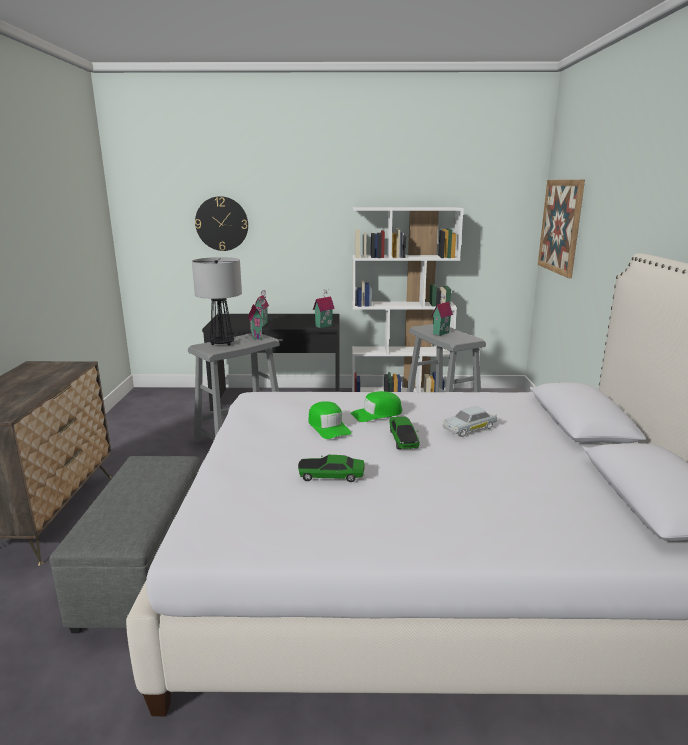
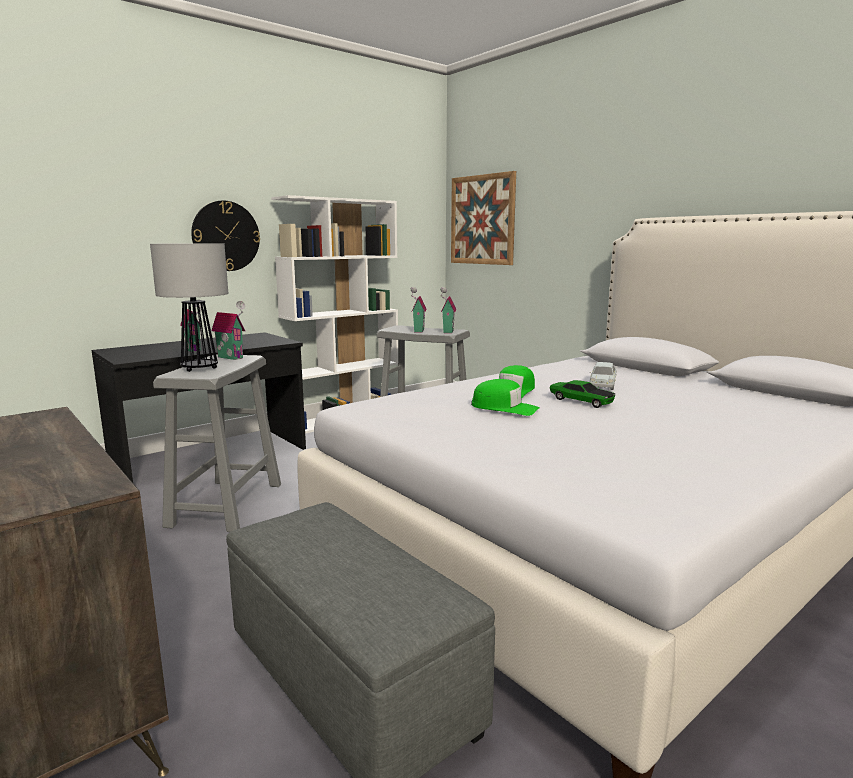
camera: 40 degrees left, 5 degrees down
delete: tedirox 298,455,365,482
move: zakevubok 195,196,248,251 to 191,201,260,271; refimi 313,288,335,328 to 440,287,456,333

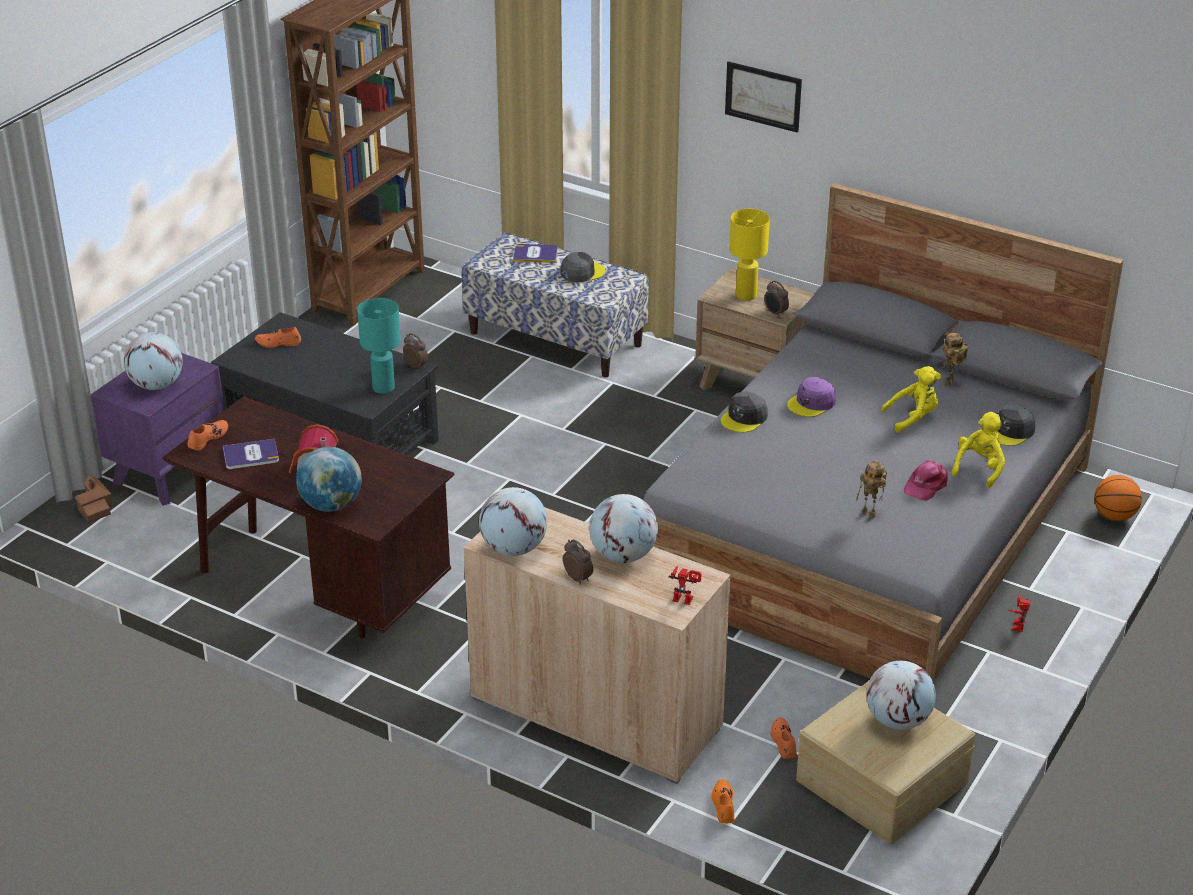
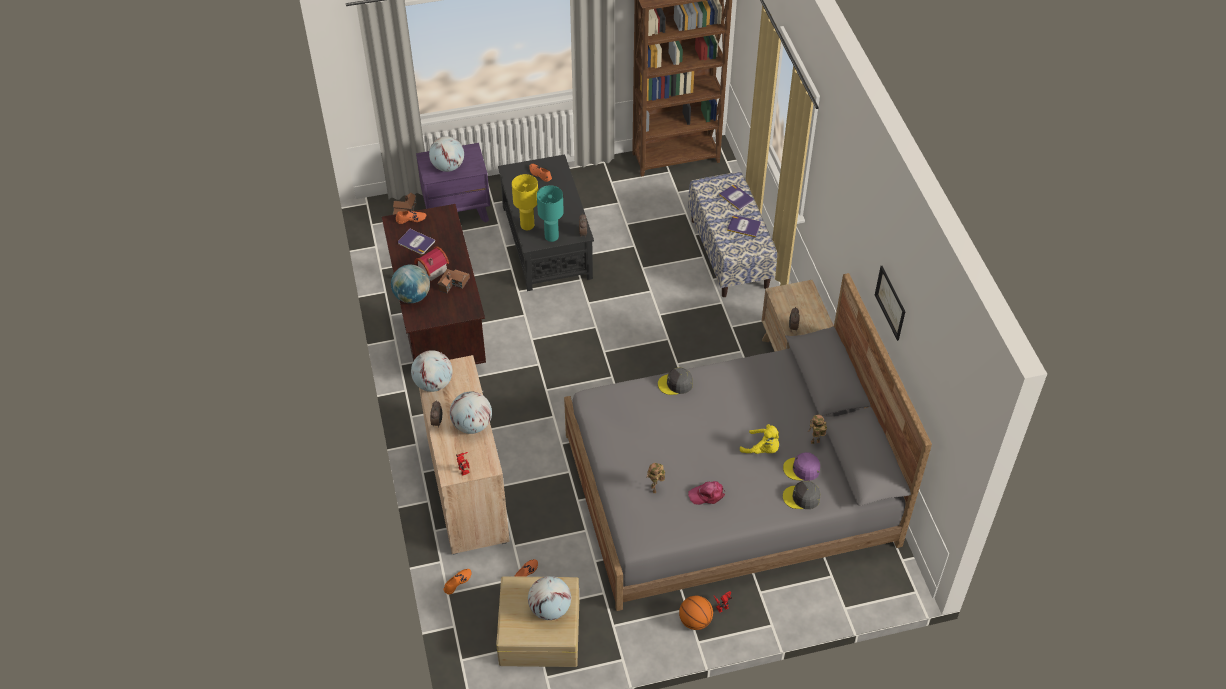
camera: 45 degrees right, 15 degrees up
delete: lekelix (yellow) 952,412,1005,488
insert: refimi 437,269,470,293
move: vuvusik 725,61,802,133 to 875,266,905,341; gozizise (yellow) 729,209,770,301 to 512,174,538,230; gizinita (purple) 787,377,836,417 to 783,452,820,481; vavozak 1094,475,1142,521 to 679,596,713,630
replace: gizinita (grey) 560,252,605,283 to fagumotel 727,215,761,237

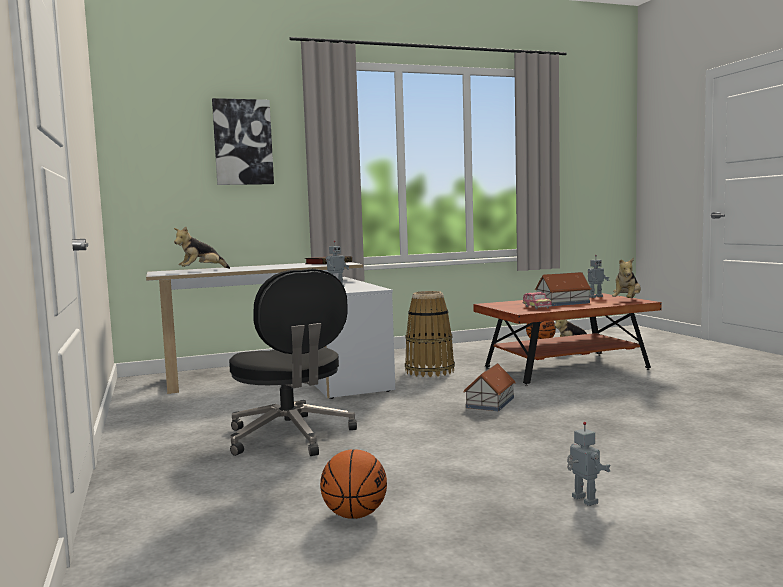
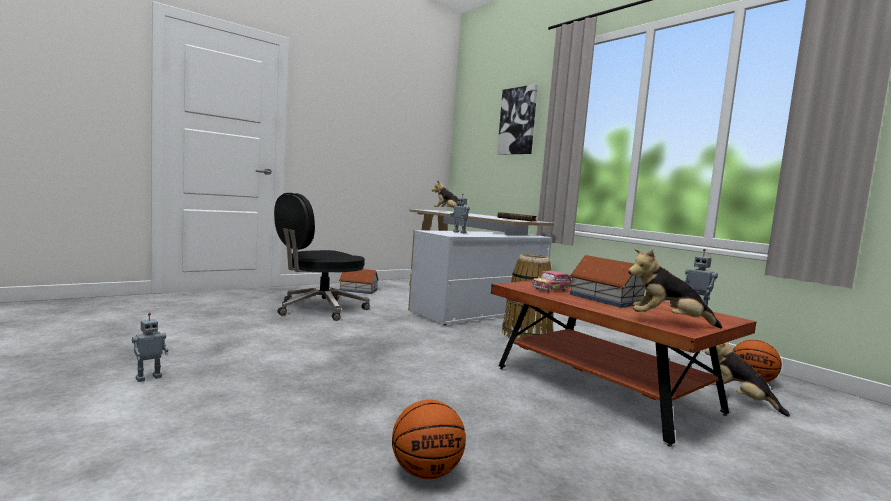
camera: 70 degrees right, 0 degrees up
move: vavozak 320,449,387,519 to 392,400,466,479; refimi 464,363,516,411 to 339,269,379,294

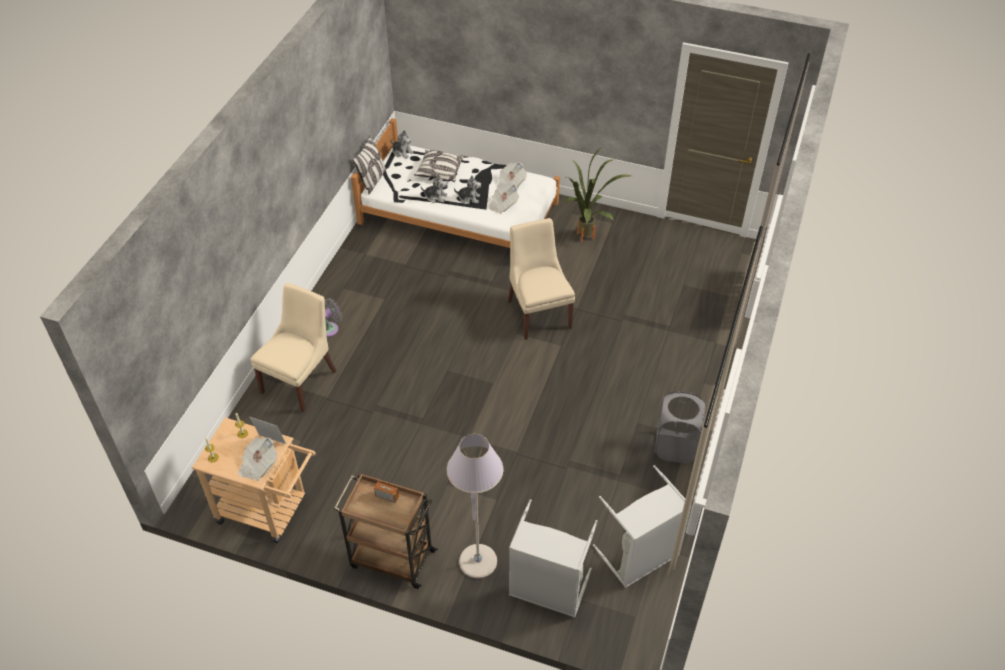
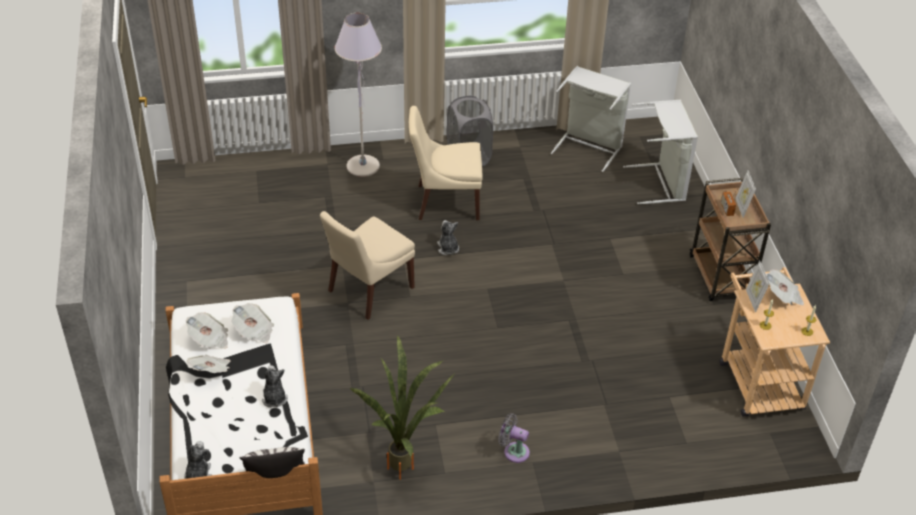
camera: 120 degrees left, 5 degrees down
delete: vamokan 414,150,464,182
insert: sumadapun 187,355,231,373; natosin 735,170,756,218
move: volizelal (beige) 251,283,337,412 to 409,106,483,220; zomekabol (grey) 447,434,503,578 to 334,13,382,177; lekelix 454,175,481,204 to 437,220,459,255; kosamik 564,148,631,242 to 350,335,456,480

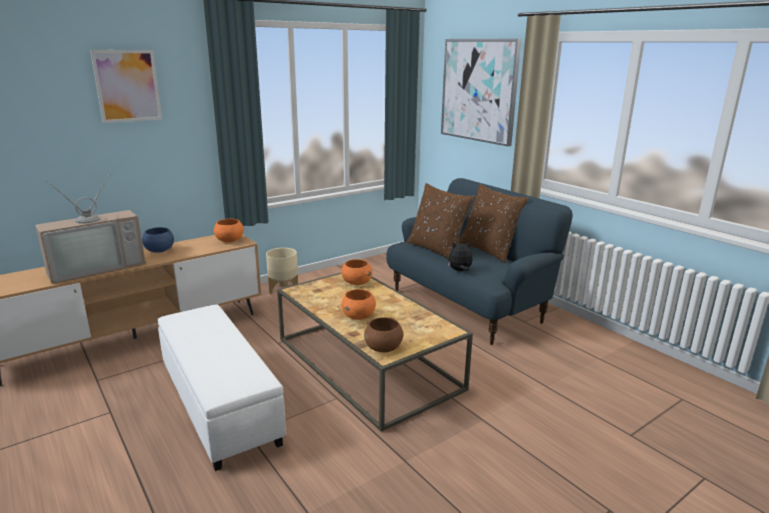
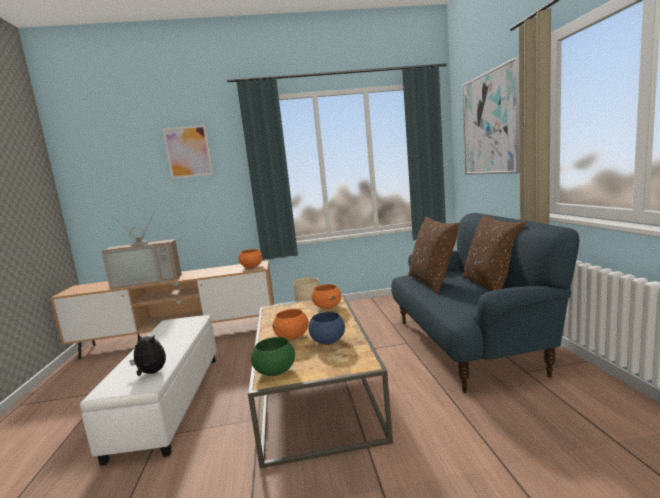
camera: 30 degrees right, 10 degrees down
move: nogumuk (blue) 142,227,174,253 to 308,312,345,344; lekelix 448,241,473,271 to 129,334,166,376
recolor: nogumuk (brown) 364,317,403,352 to nogumuk (green) 251,337,295,376

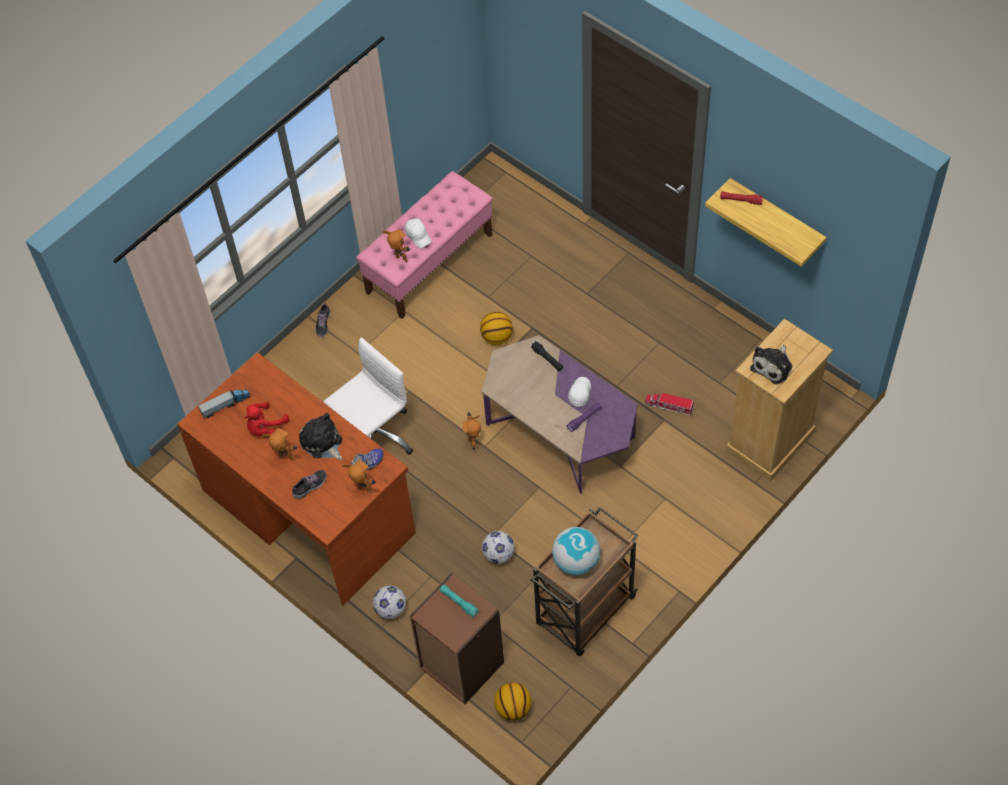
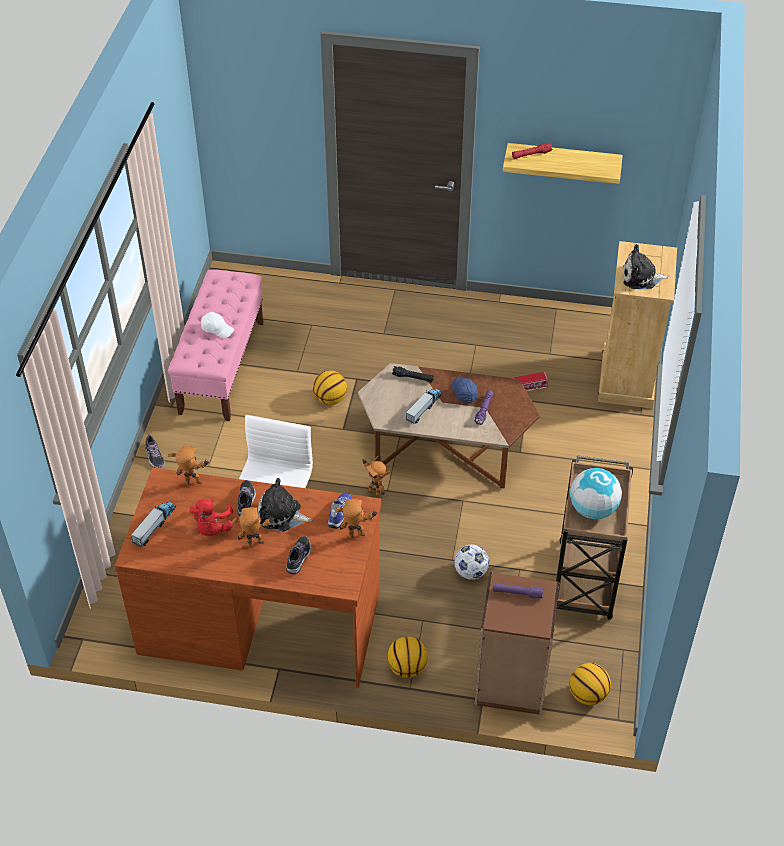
camera: 35 degrees left, 10 degrees down
insert: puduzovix 238,480,256,516; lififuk 406,389,442,424
move: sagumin 383,229,411,263 to 168,446,209,485
replace: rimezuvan 373,586,406,619 to vavozak 388,637,427,677
recolor: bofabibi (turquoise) 439,585,479,617 to bofabibi (purple) 493,583,544,599; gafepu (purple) 482,335,638,494 to gafepu (brown) 358,363,540,489; gizinita (white) 568,377,591,407 to gizinita (blue) 452,377,478,403
rotate: lekelix 750,345,792,384 = 623,244,669,289 90 degrees clockwise

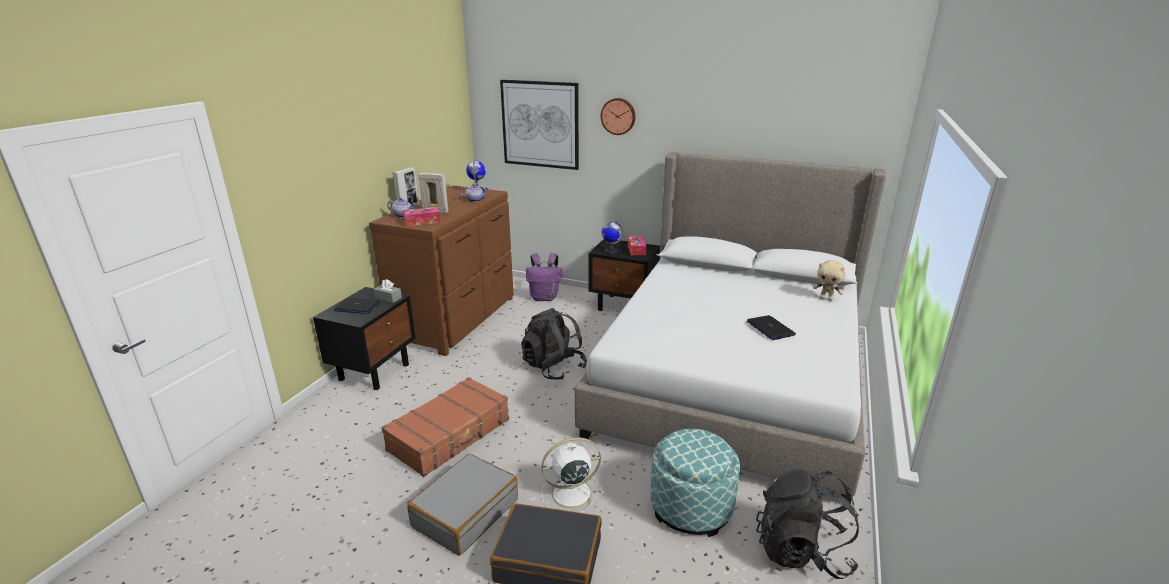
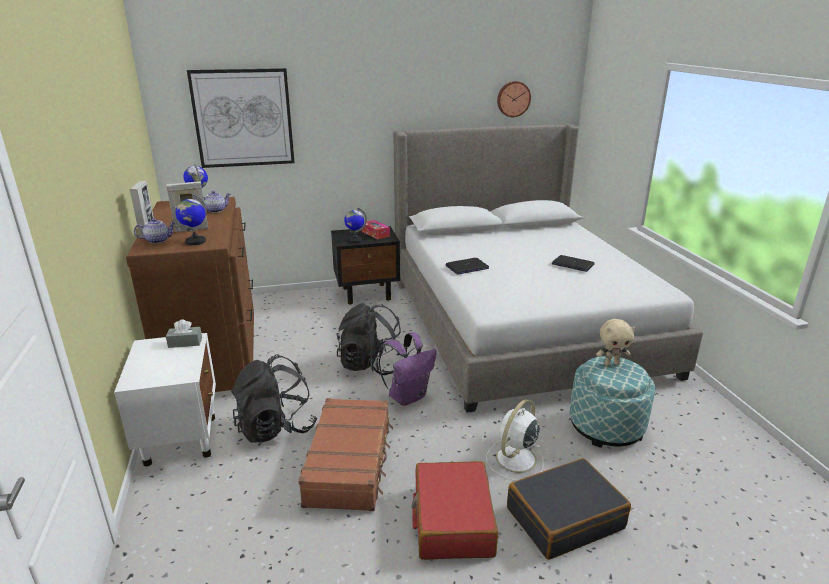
camera: 35 degrees left, 0 degrees up
move: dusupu 334,297,381,314 to 446,258,489,275; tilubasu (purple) 526,253,563,301 to 379,332,437,406; zakevubok 601,98,635,135 to 497,81,531,117; tilubasu (black) 756,469,859,579 to 231,354,318,443; lekelix (beige) 813,260,846,301 to 596,319,635,365
replace: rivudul 403,207,440,226 to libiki 175,195,207,245
recolor: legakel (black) 313,287,416,390 to legakel (white) 114,333,216,467; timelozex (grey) 407,454,518,556 to timelozex (red) 412,461,498,560

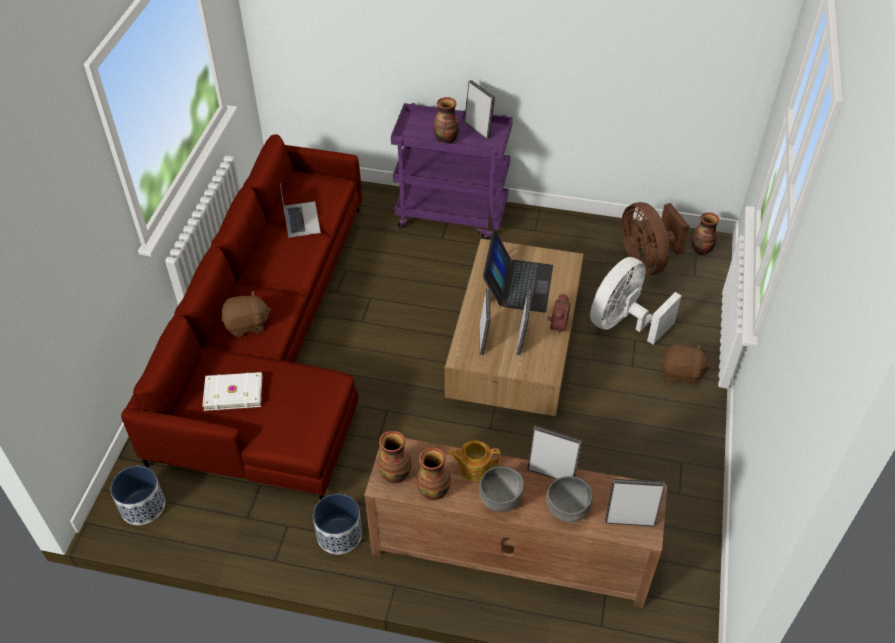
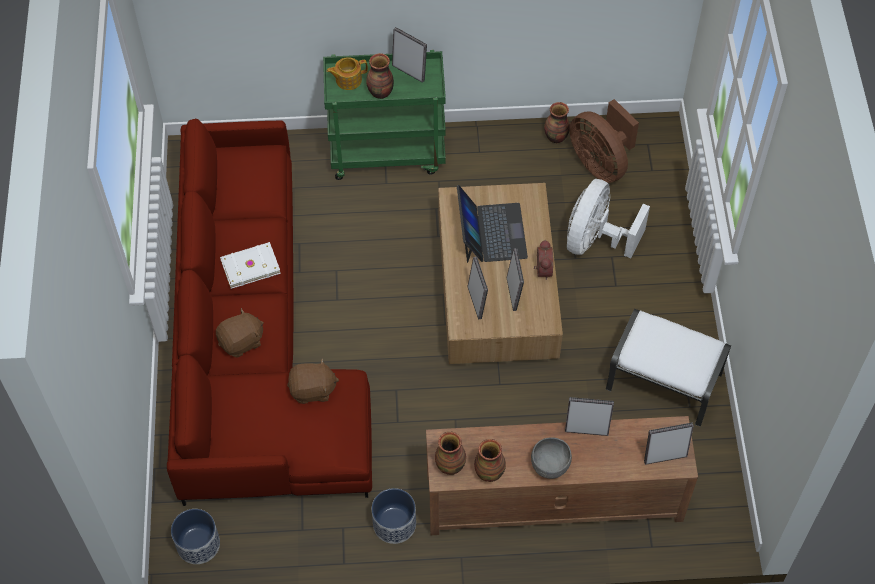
camera: 15 degrees left, 10 degrees up
delete: dusupu 280,184,321,238; nogumuk (grey) 546,476,593,522
insert: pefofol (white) 606,309,731,427
move: fagumotel (white) 202,372,262,411 to 220,242,281,289; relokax 448,440,500,481 to 327,57,368,90; lekelix (brown) 661,345,711,385 to 287,358,339,404; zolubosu 691,212,719,255 to 544,102,570,143
recolor: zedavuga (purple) 391,103,513,239 to zedavuga (green) 323,50,446,180

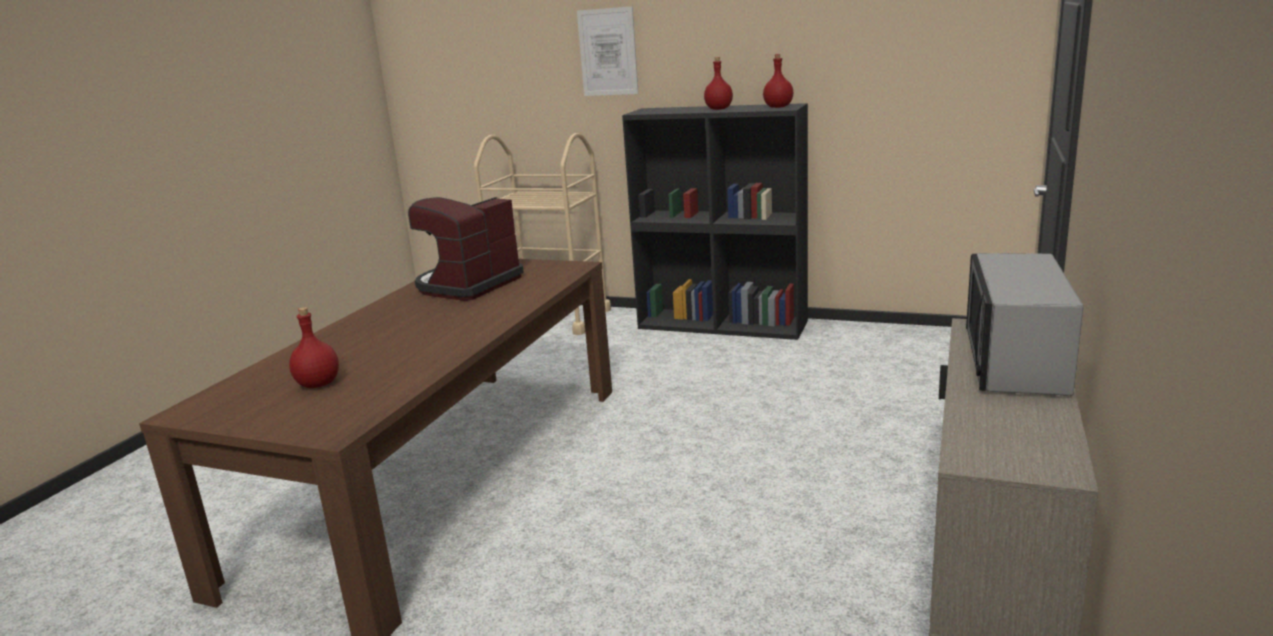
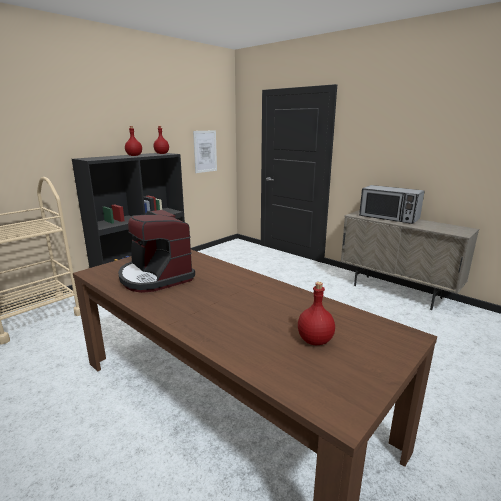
camera: 70 degrees left, 0 degrees up
move: vuvusik 577,6,639,96 to 193,130,217,173

